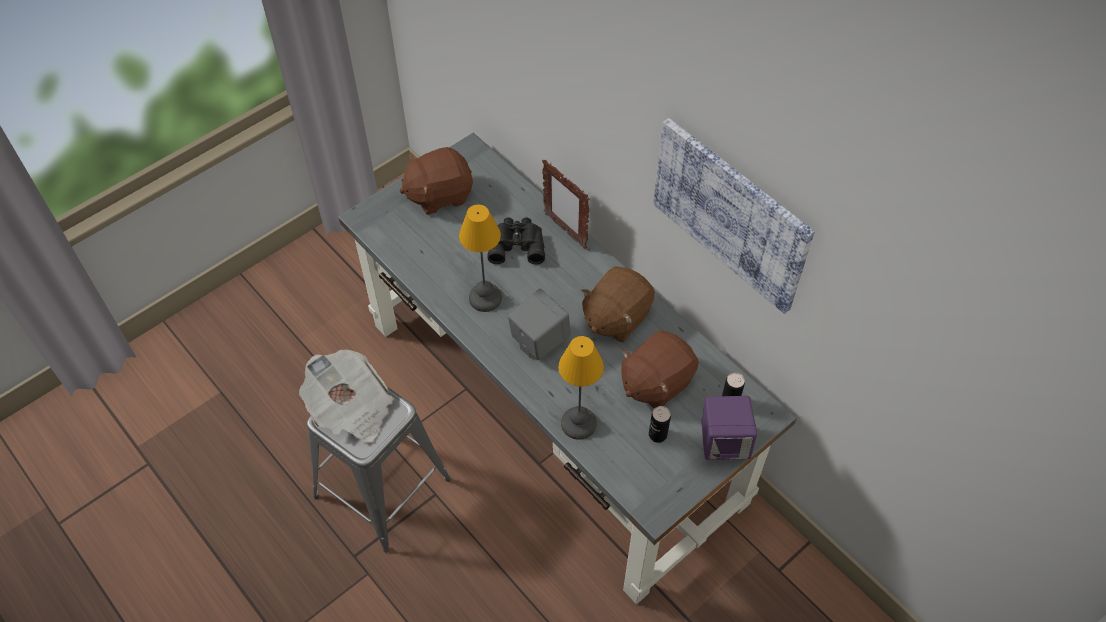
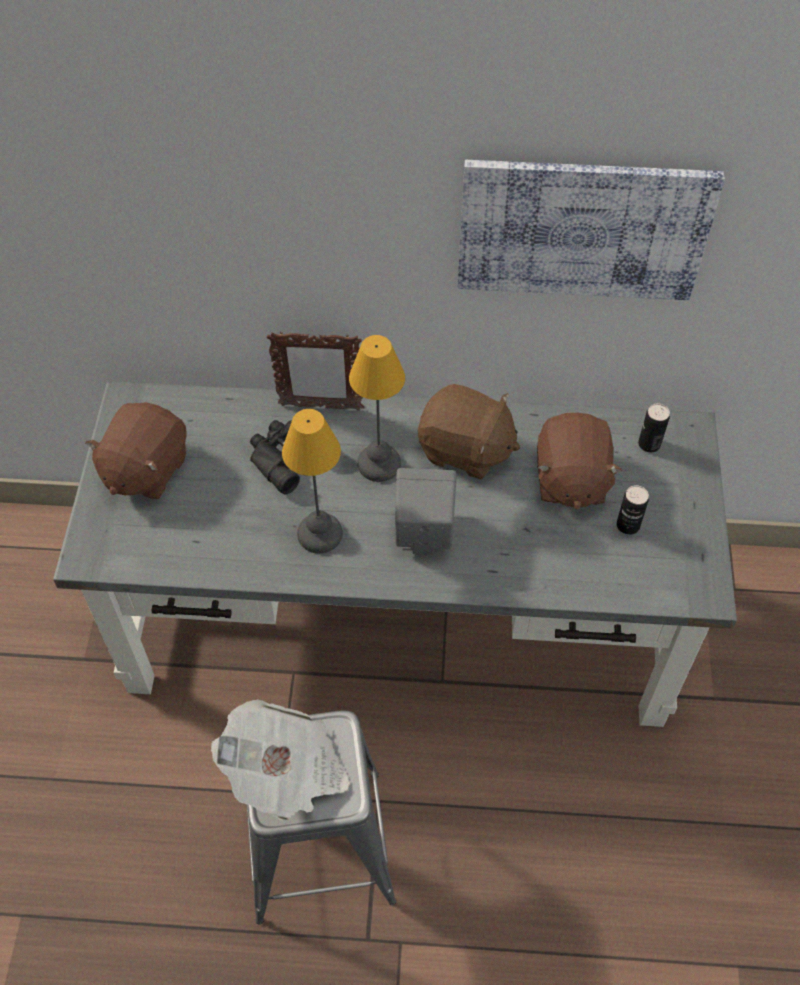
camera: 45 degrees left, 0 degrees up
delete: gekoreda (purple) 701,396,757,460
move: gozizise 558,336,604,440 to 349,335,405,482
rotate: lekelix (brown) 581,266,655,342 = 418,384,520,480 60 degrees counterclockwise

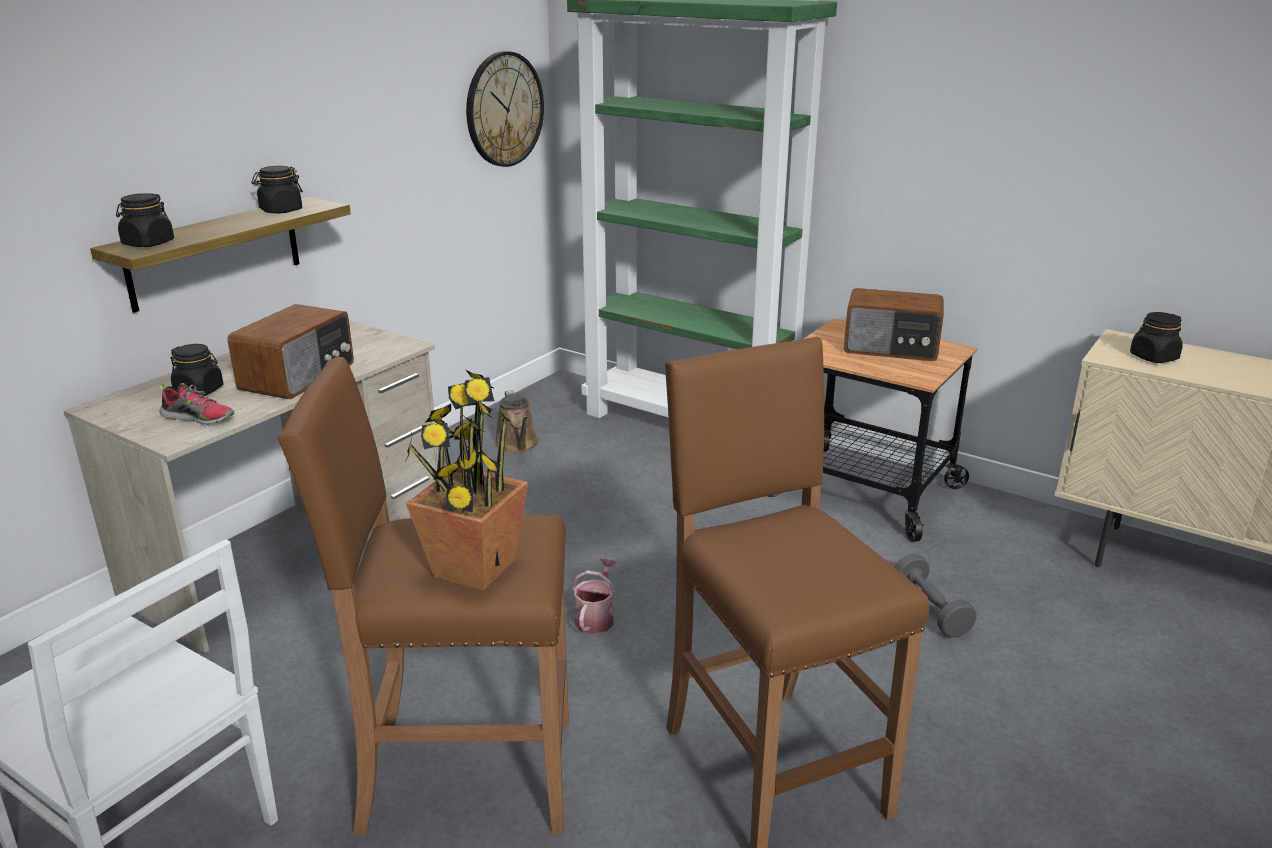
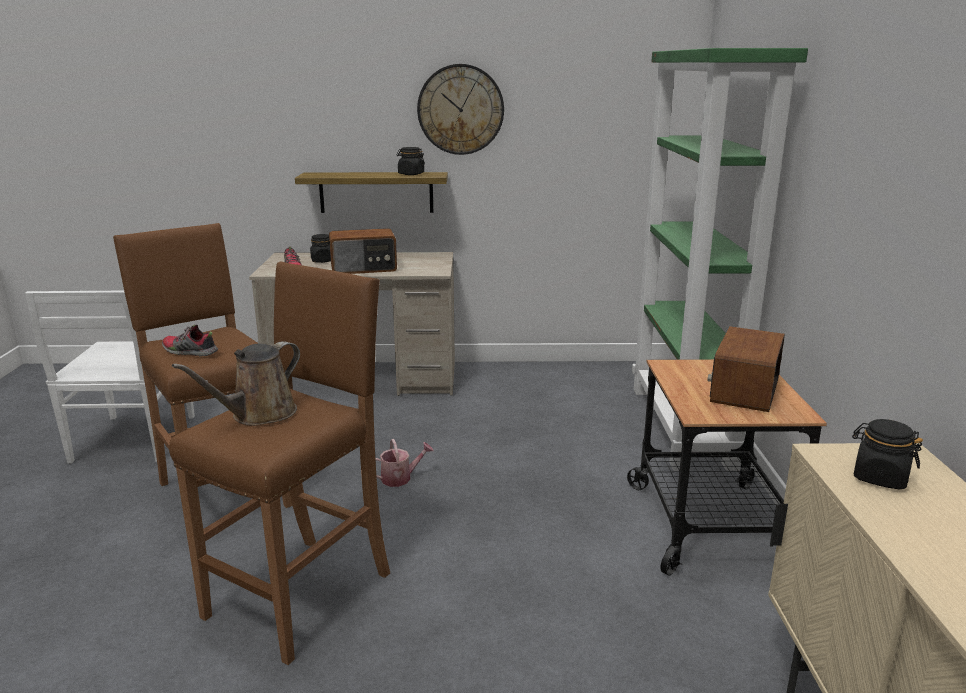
camera: 55 degrees right, 5 degrees down
delete: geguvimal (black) 116,193,174,247; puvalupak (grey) 895,554,977,638
move: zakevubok 466,51,544,167 to 417,64,504,155; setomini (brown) 494,390,539,453 to 172,341,300,426
replace: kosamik 406,370,528,591 to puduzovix 162,325,218,356
rotate: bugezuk 844,288,943,361 = 707,326,785,412 45 degrees clockwise

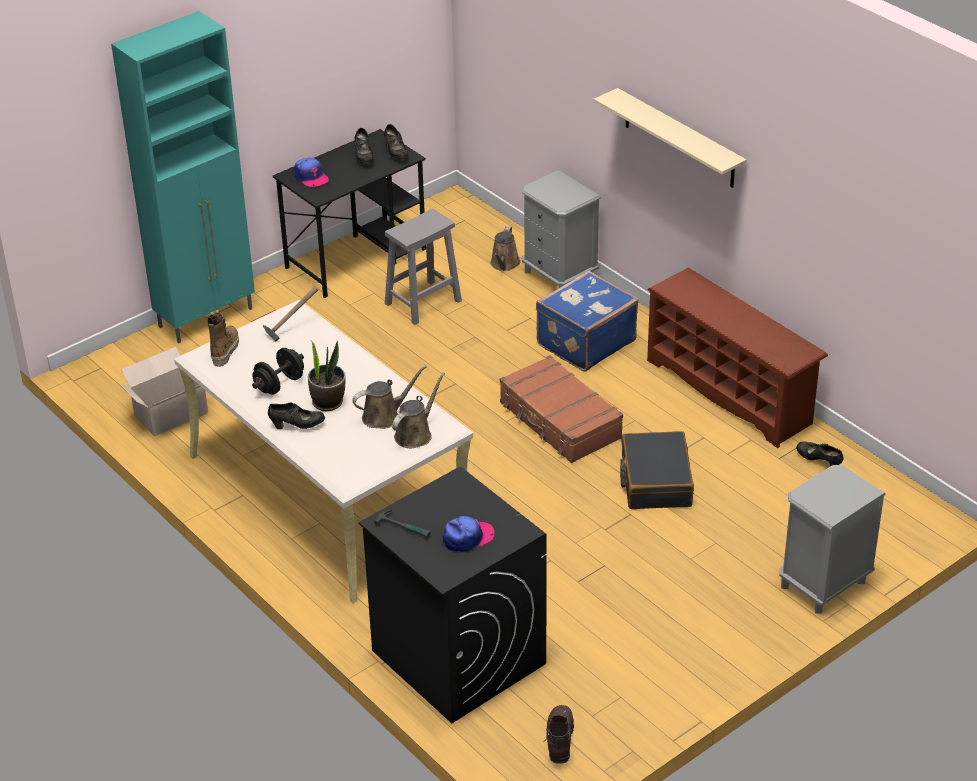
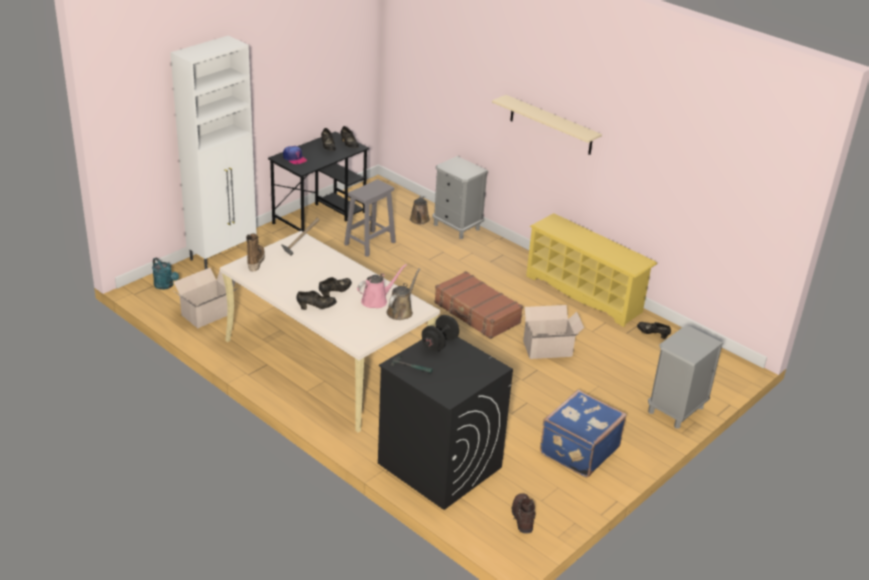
camera: 10 degrees left, 5 degrees down
delete: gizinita 443,516,495,553
insert: setomini (turquoise) 152,257,179,290
move: puvalupak (black) 252,348,304,395 to 422,315,459,351; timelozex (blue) 536,270,639,371 to 540,390,627,477
replace: kosamik 308,340,346,411 to puduzovix (black) 319,277,352,297; timelozex (black) 620,431,694,509 to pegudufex 522,305,584,359
recolor: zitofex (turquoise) 111,11,255,343 to zitofex (white) 170,36,257,269; setomini (brown) 352,365,427,429 to setomini (pink) 357,264,407,308; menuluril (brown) 647,268,828,448 to menuluril (yellow) 526,213,657,327

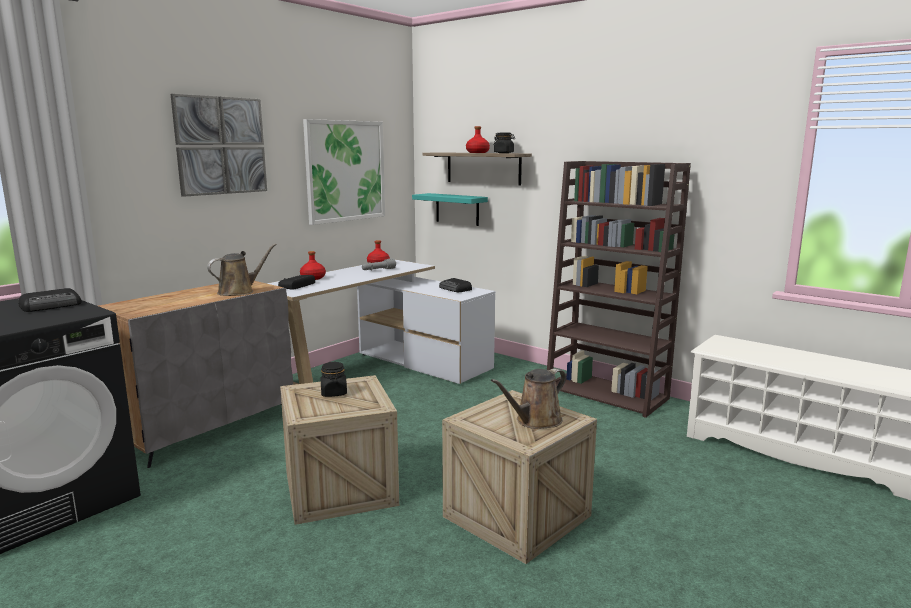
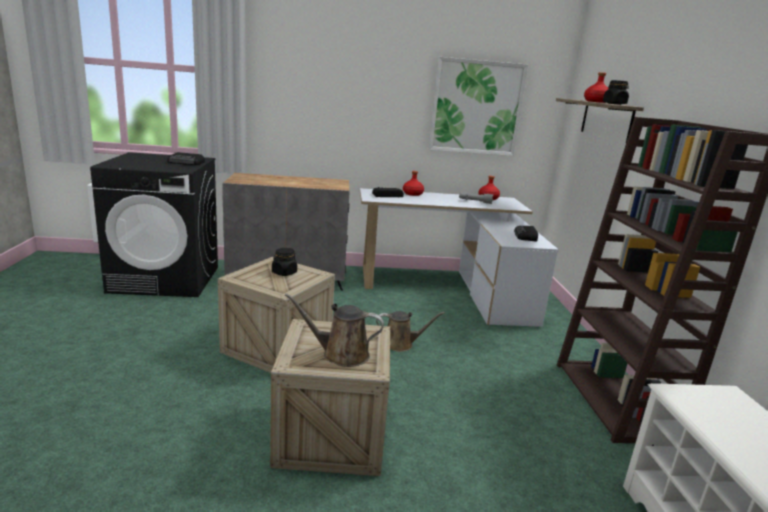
camera: 45 degrees right, 5 degrees up
delete: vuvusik 170,94,267,197; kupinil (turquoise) 412,193,488,226
move: setomini (brown) 207,243,277,296 to 376,311,445,352

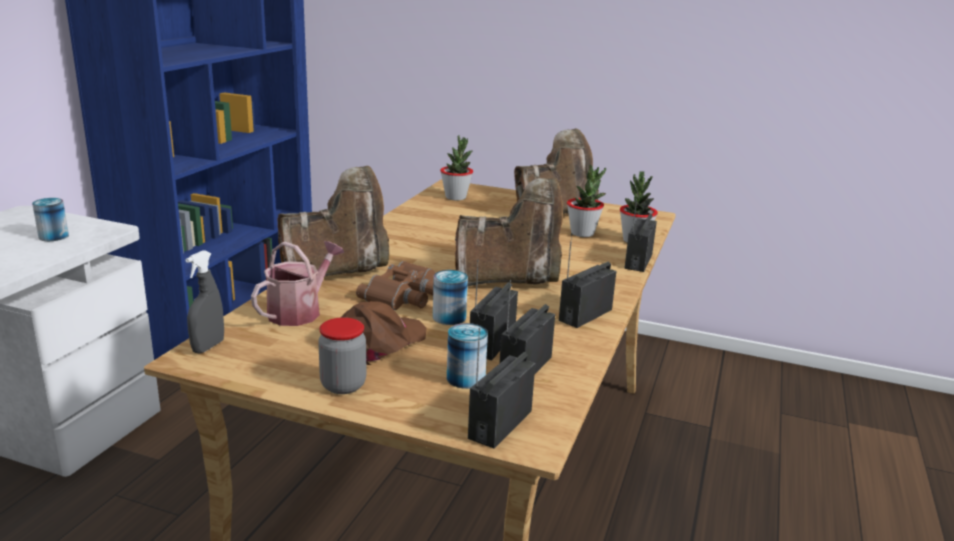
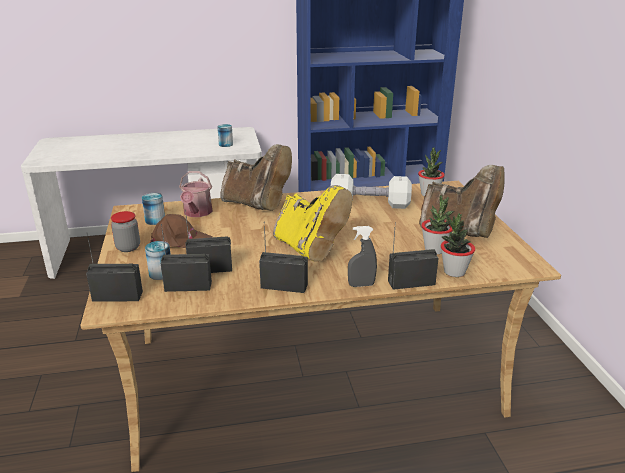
camera: 60 degrees right, 5 degrees up
delete: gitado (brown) 356,261,435,310
insert: puvalupak (white) 331,174,412,209
move: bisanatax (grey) 185,250,224,353 to 348,226,377,287; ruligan 433,270,468,325 to 142,193,165,225
recolor: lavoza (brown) 455,178,563,286 to lavoza (yellow) 273,185,352,262
rotate: setomini 251,241,344,326 = 179,171,213,217 90 degrees clockwise

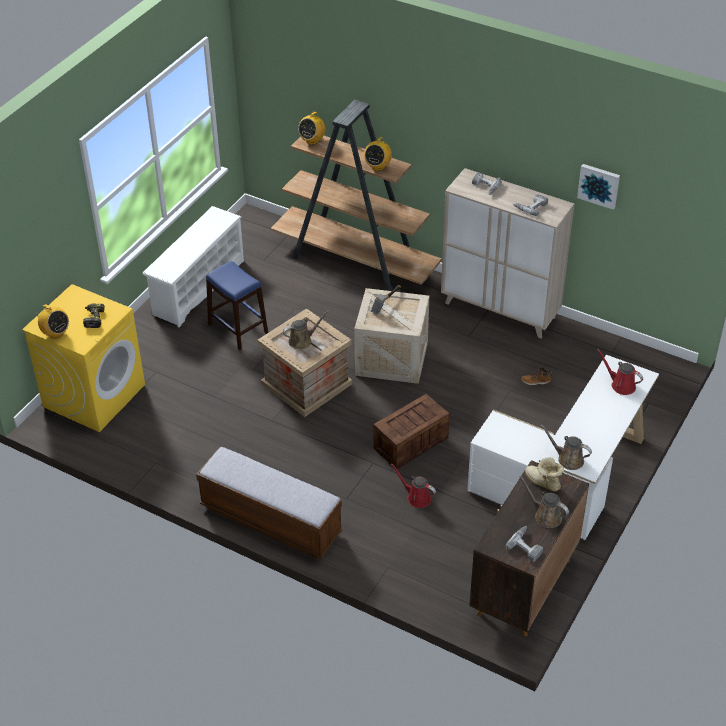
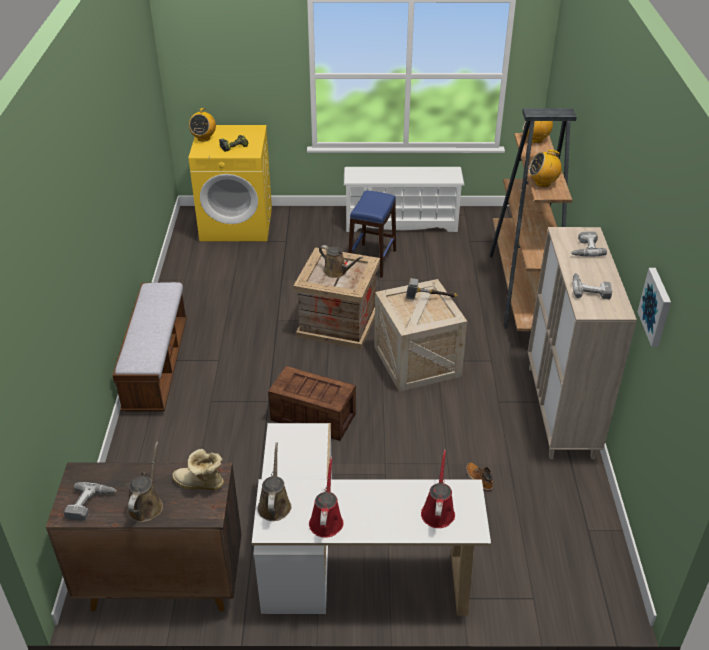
camera: 60 degrees right, 5 degrees down
move: setomini (red) 391,464,436,508 to 309,457,344,538
rotate: lavoza 525,457,564,492 = 172,449,224,490 90 degrees counterclockwise

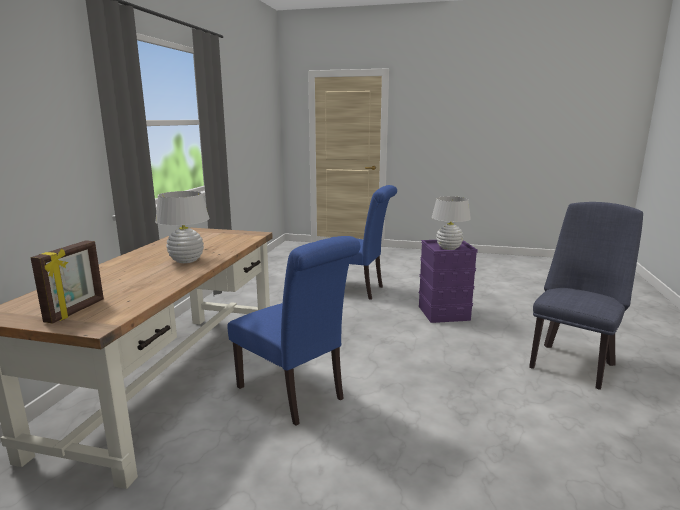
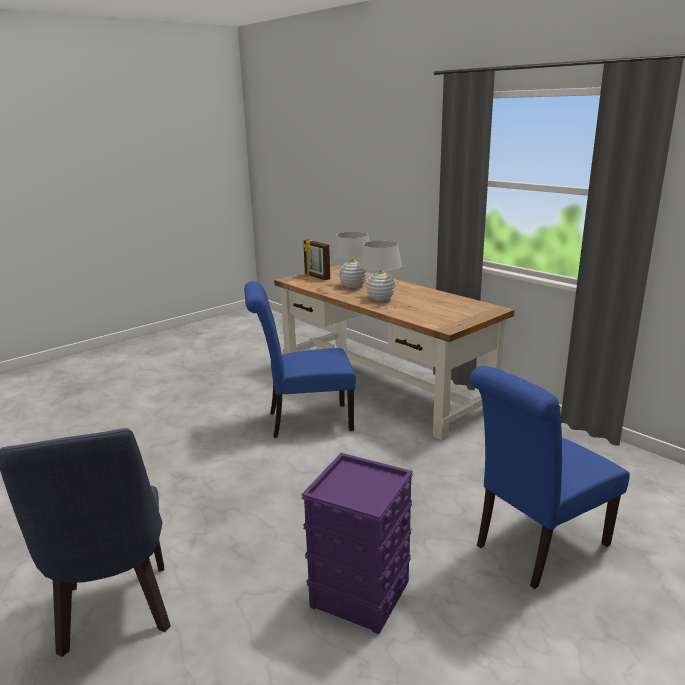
camera: 125 degrees right, 5 degrees up
move: gozizise (white) 432,196,471,250 to 333,232,370,288

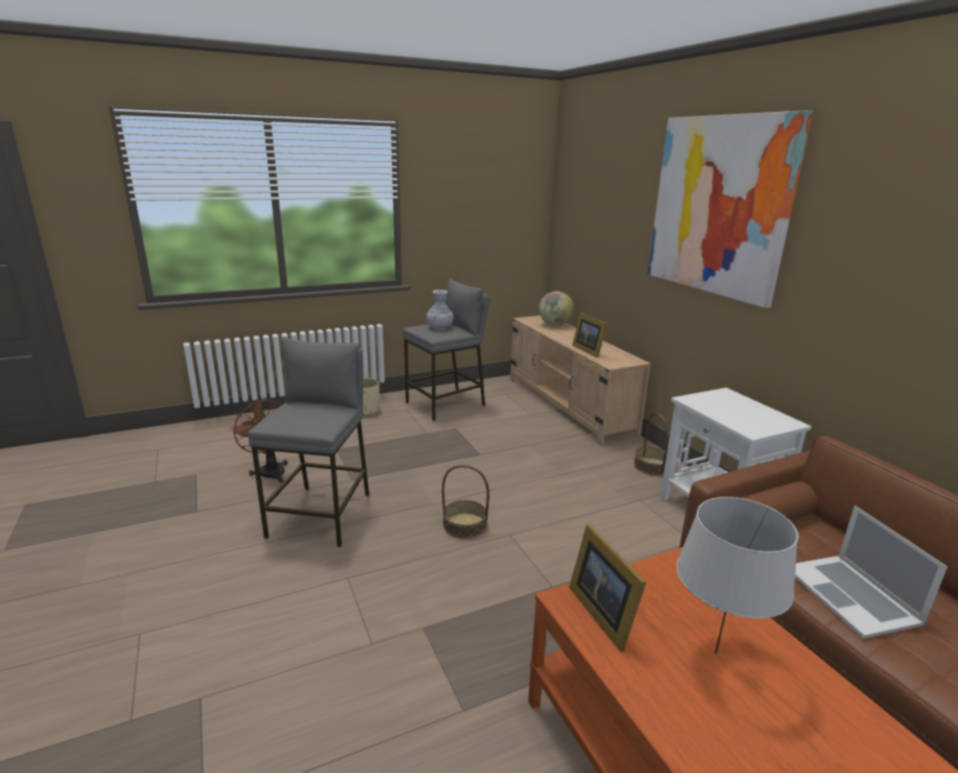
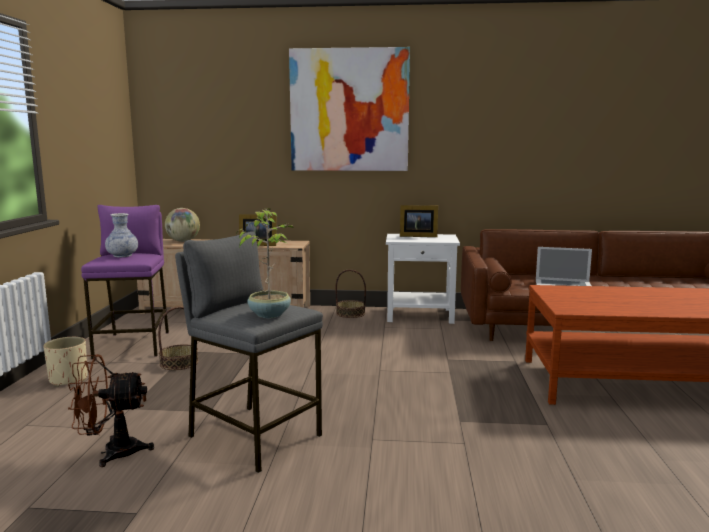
camera: 60 degrees left, 10 degrees down
delete: gozizise (grey) 676,497,798,654
insert: kosamik 236,208,293,318
move: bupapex 442,465,489,539 to 158,306,198,370; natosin 569,524,646,652 to 400,205,438,237
recolor: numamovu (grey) 403,278,490,421 to numamovu (purple) 81,205,169,359

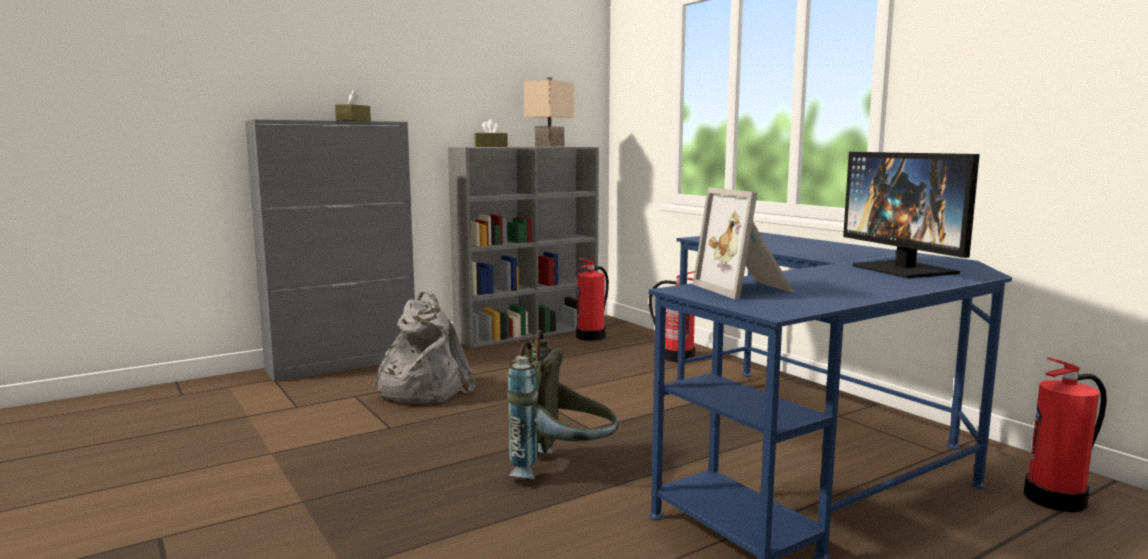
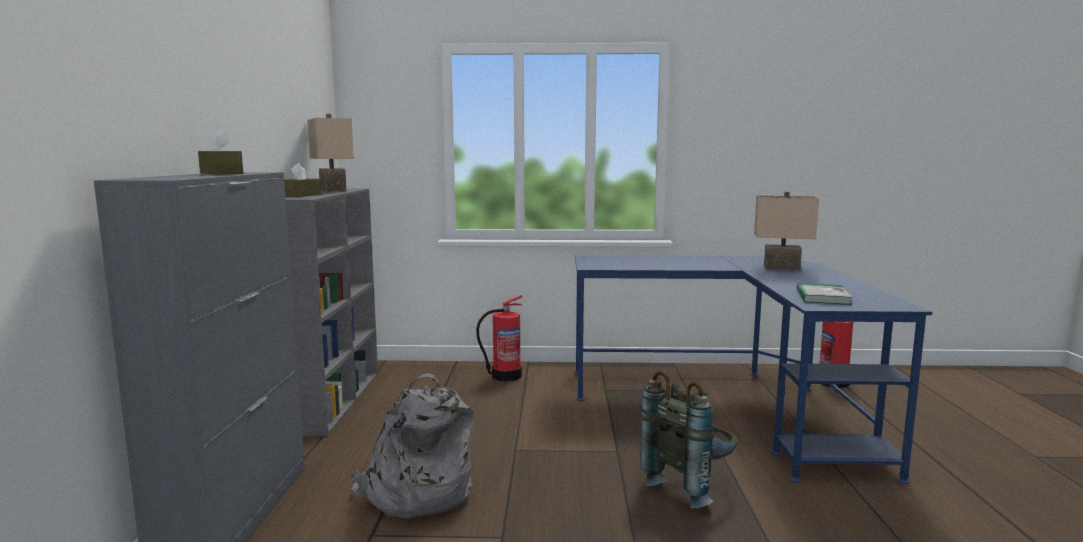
camera: 55 degrees left, 0 degrees up
delete: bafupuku 576,258,609,341
replace: natosin 693,187,794,299 to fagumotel 796,283,853,305; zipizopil 843,152,980,278 to gozizise (beige) 754,191,819,271

